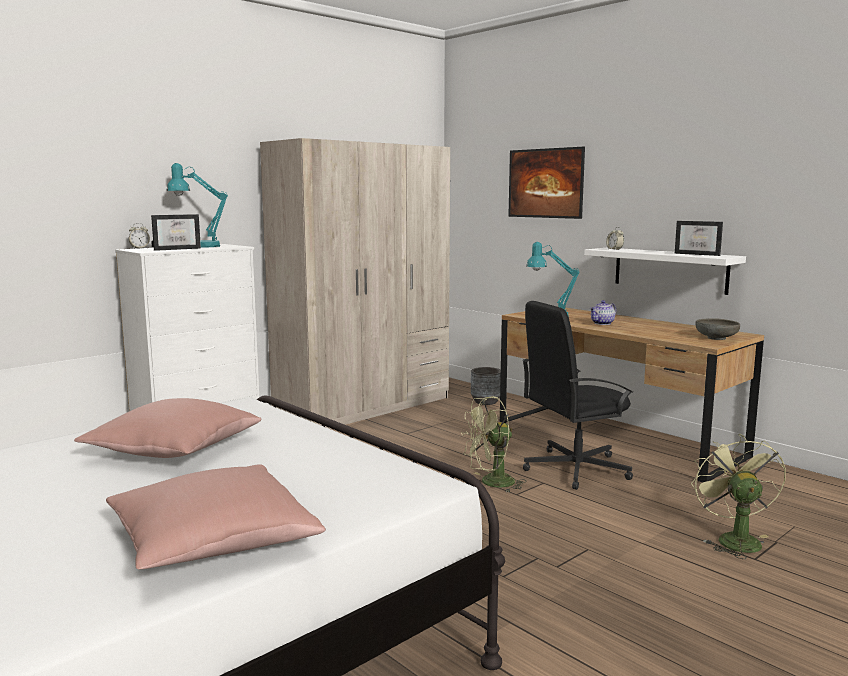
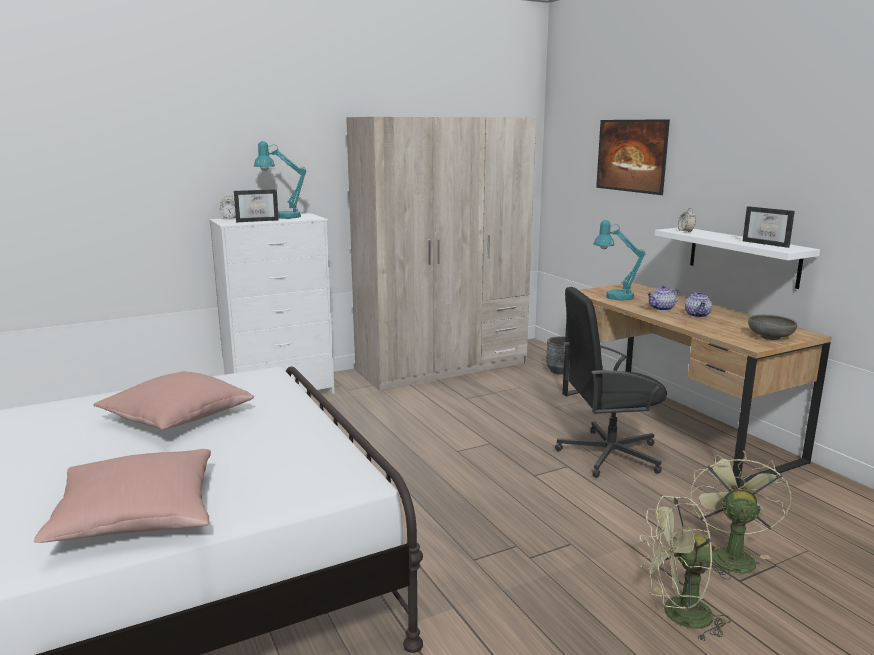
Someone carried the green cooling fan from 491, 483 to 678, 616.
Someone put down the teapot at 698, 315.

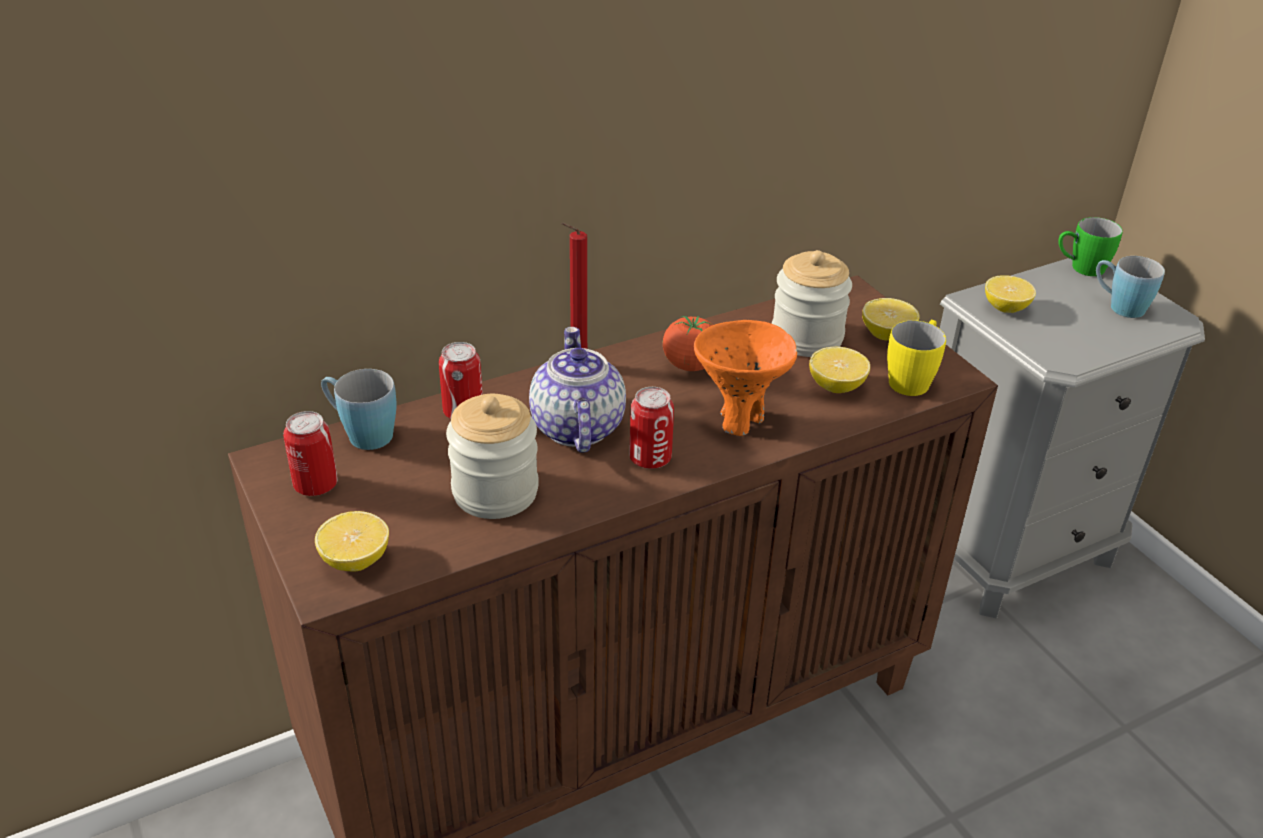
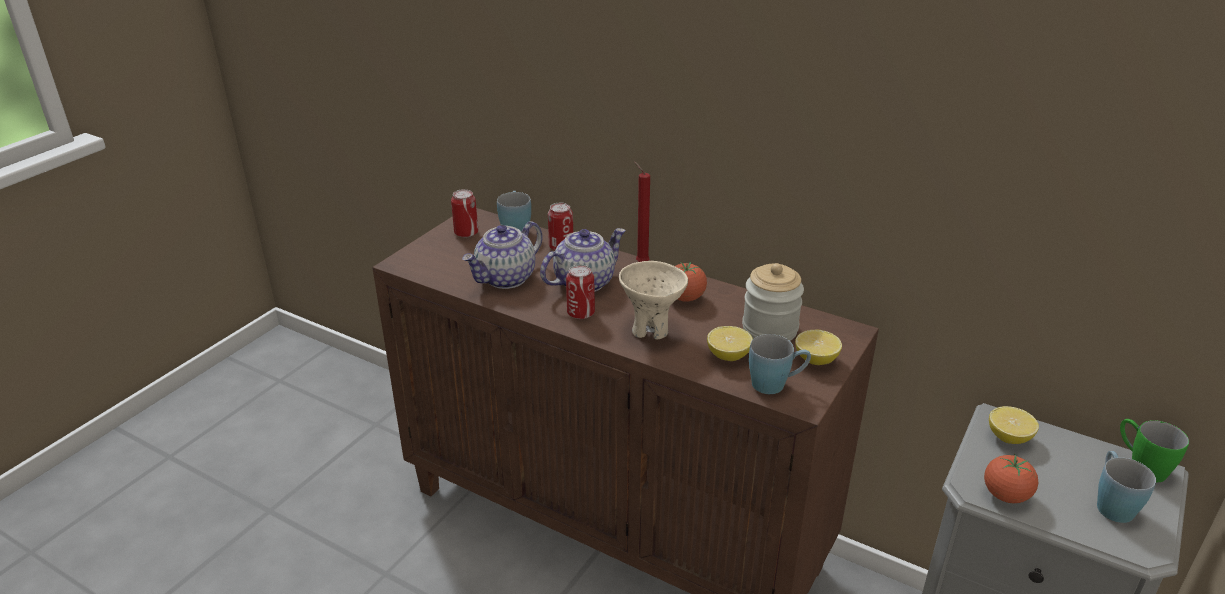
Someone repainted the orange-coloured serving bowl at 739, 419, which became the beige-coloured serving bowl at 650, 331.
Someone repainted the yellow tea mug at 912, 378, which became the blue tea mug at 776, 384.
Someone swapped the preserve jar at 495, 492 for the teapot at 506, 278.
Someone took away the lemon at 355, 560.
Someone put down the whole tomato at 1005, 495.

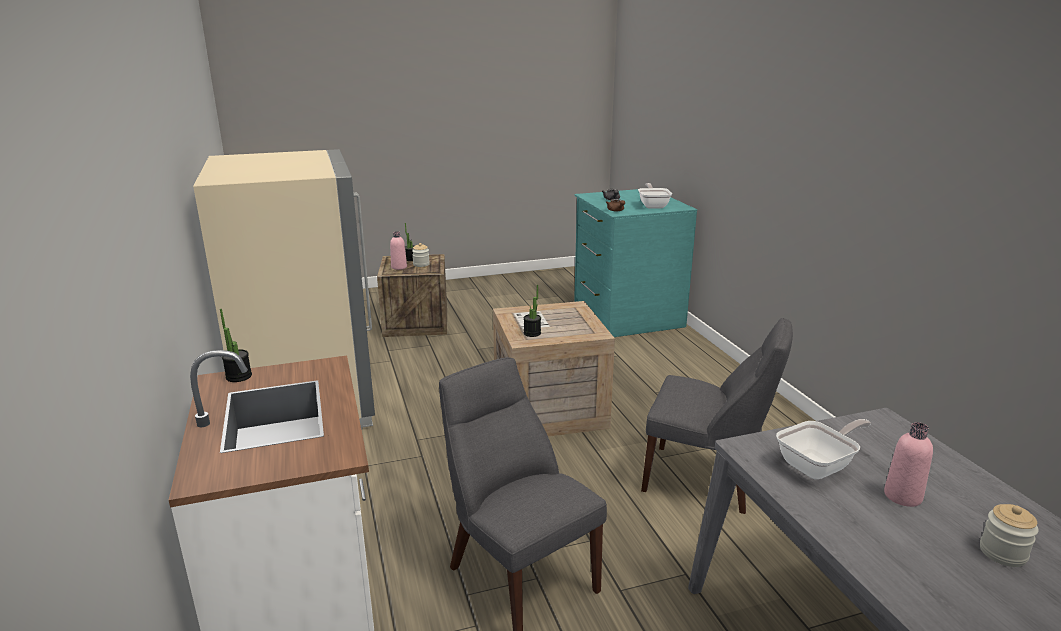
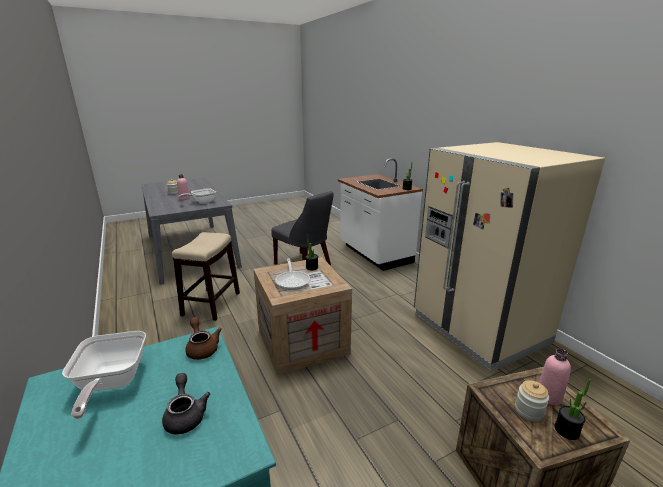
Someone swapped the gray plain chair at 705, 480 for the stool at 211, 303.
Someone put down the skillet at 292, 281.

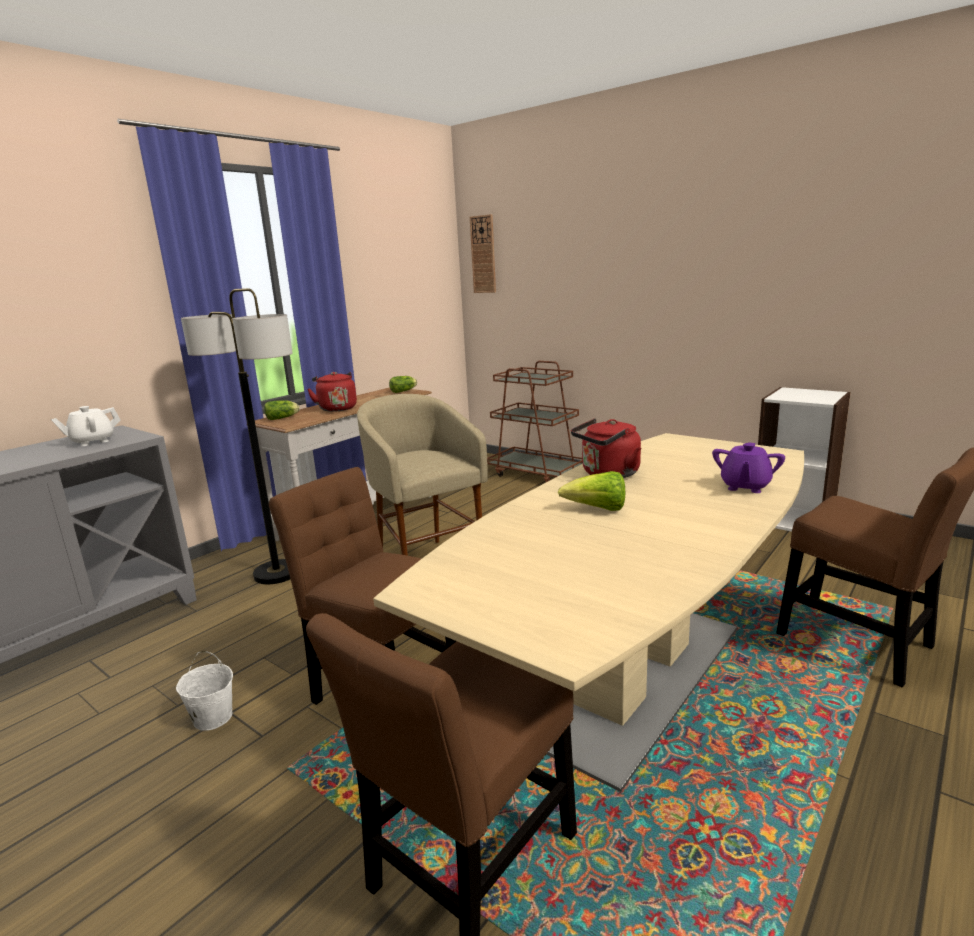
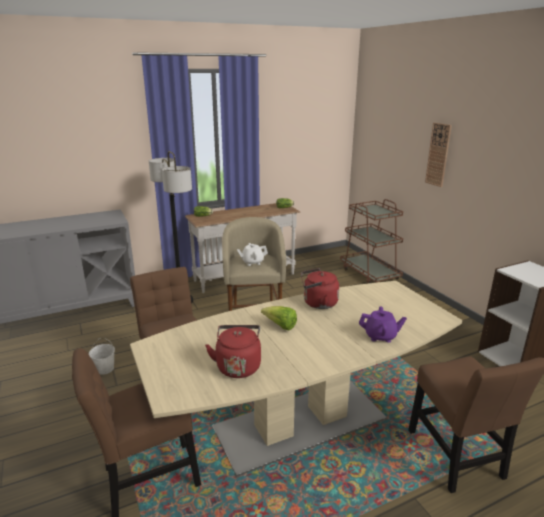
Someone carried the hanging clock from 483, 254 to 438, 154.
Someone carried the reddish kettle from 336, 408 to 238, 366.
Someone carried the white teapot from 92, 441 to 252, 262.
Someone rotated the purple teapot at 745, 487 by 135 degrees counterclockwise.

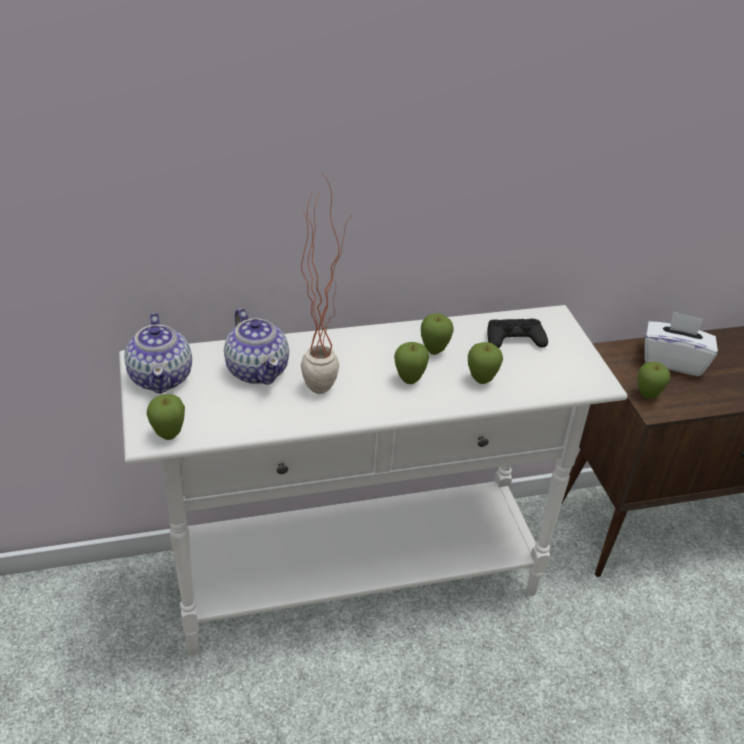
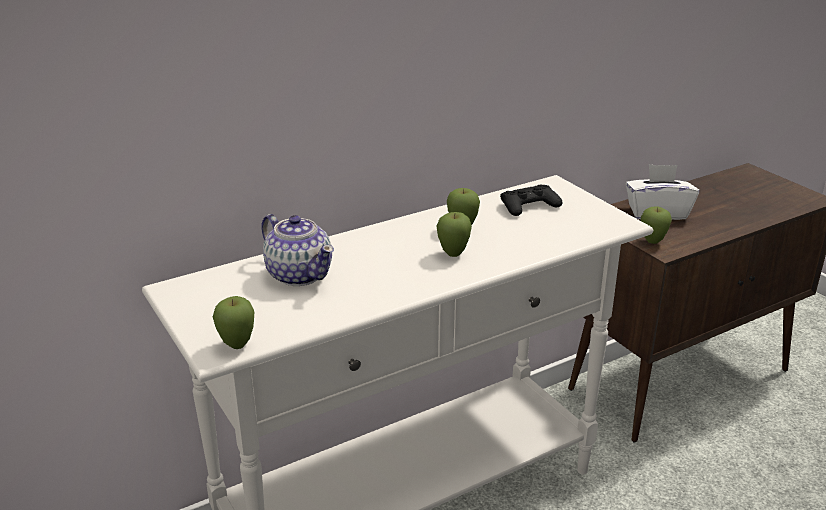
Someone took away the plant in a pot at 323, 381.
Someone took away the teapot at 161, 377.
Someone took away the whole apple at 481, 381.

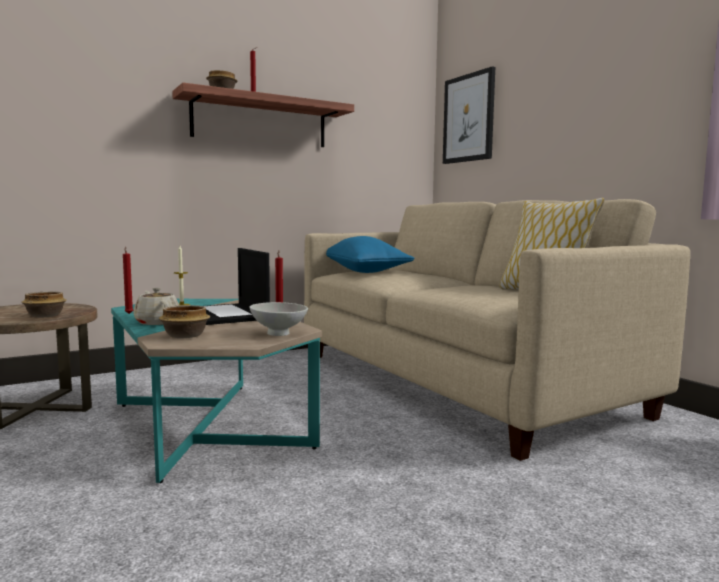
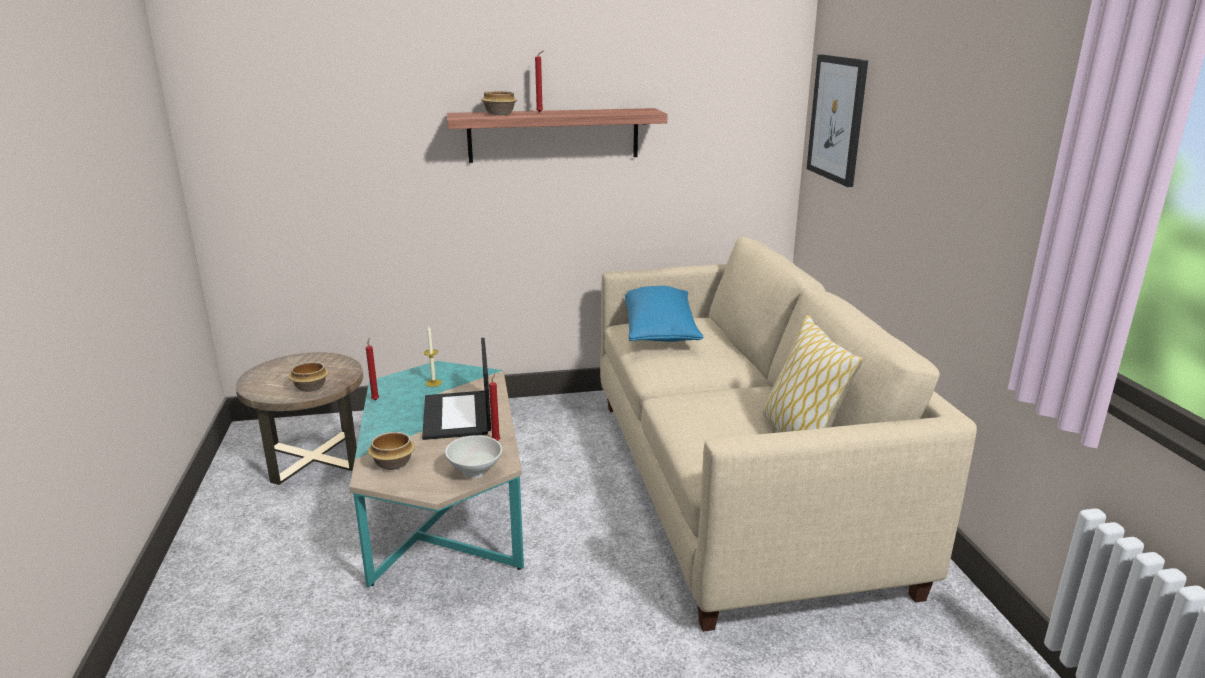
Someone took away the beige-coloured teapot at 157, 322.

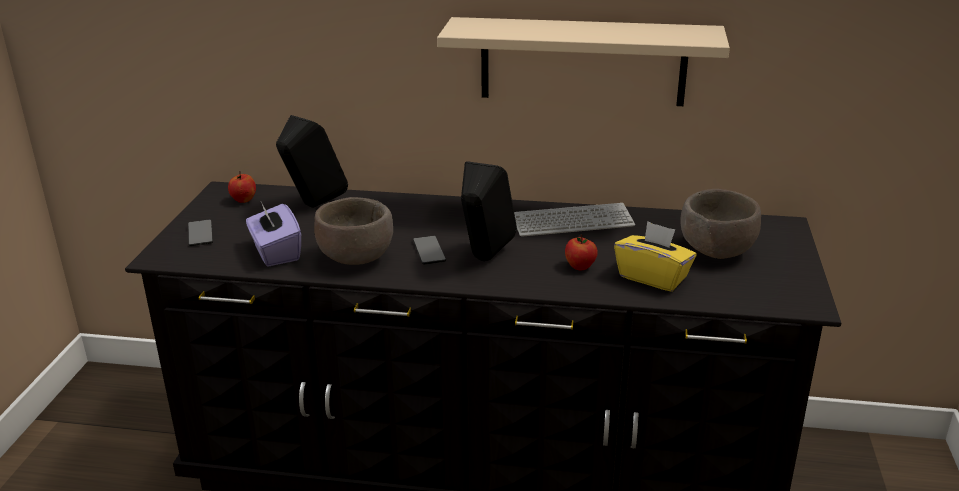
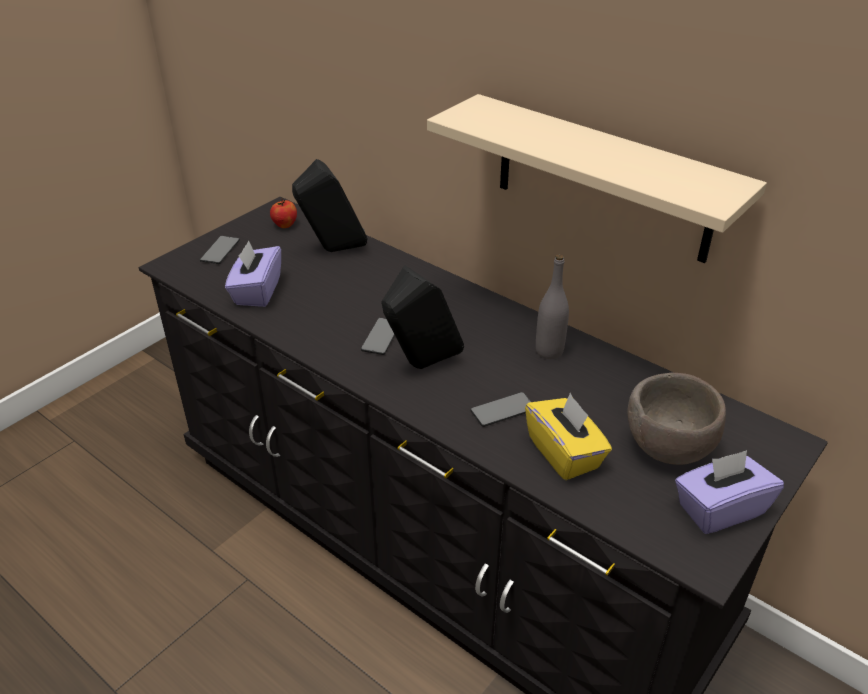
Someone took away the brownish serving bowl at 356, 259.
Someone swapped the keyboard at 572, 222 for the gray bottle at 549, 351.
Someone swapped the whole apple at 580, 267 for the handset at 503, 410.
Someone put down the purple box of tissues at 719, 509.

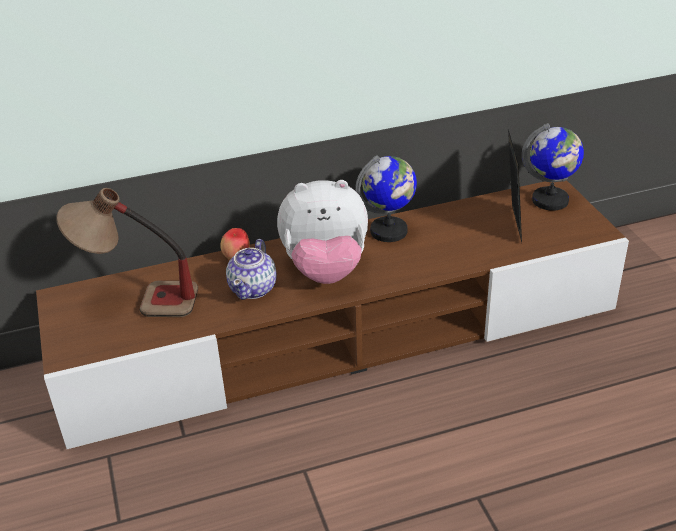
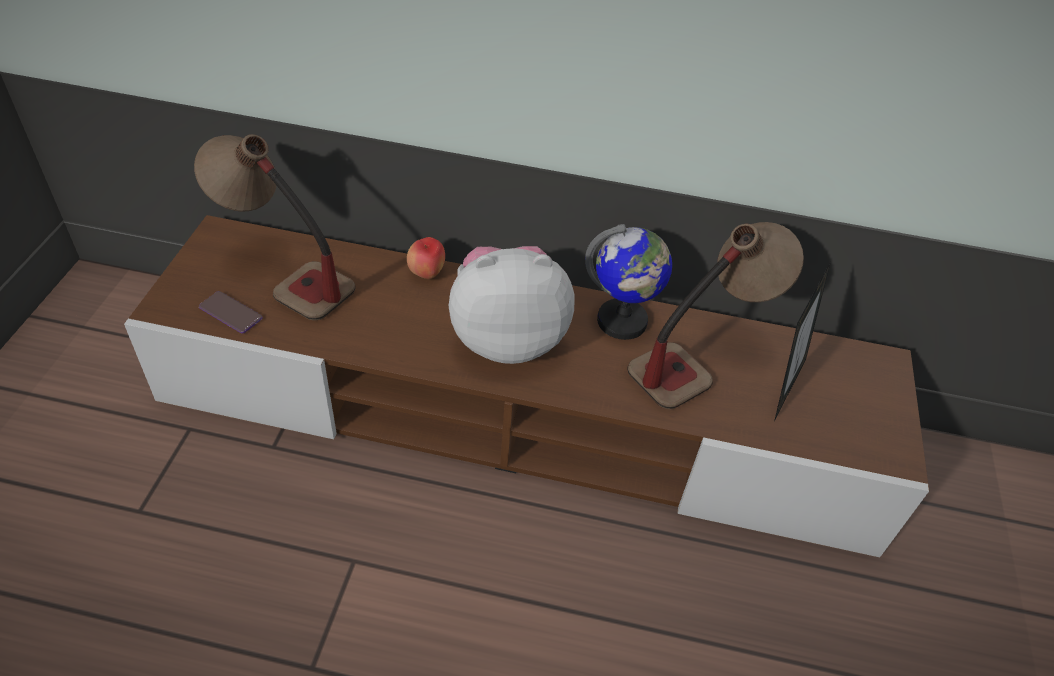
Someone took away the desk globe at 550, 201.
Someone rotated the soft toy at 325, 270 by 150 degrees clockwise.
Someone took away the teapot at 253, 288.
Someone put down the table lamp at 698, 360.
Someone put down the handset at 231, 313.

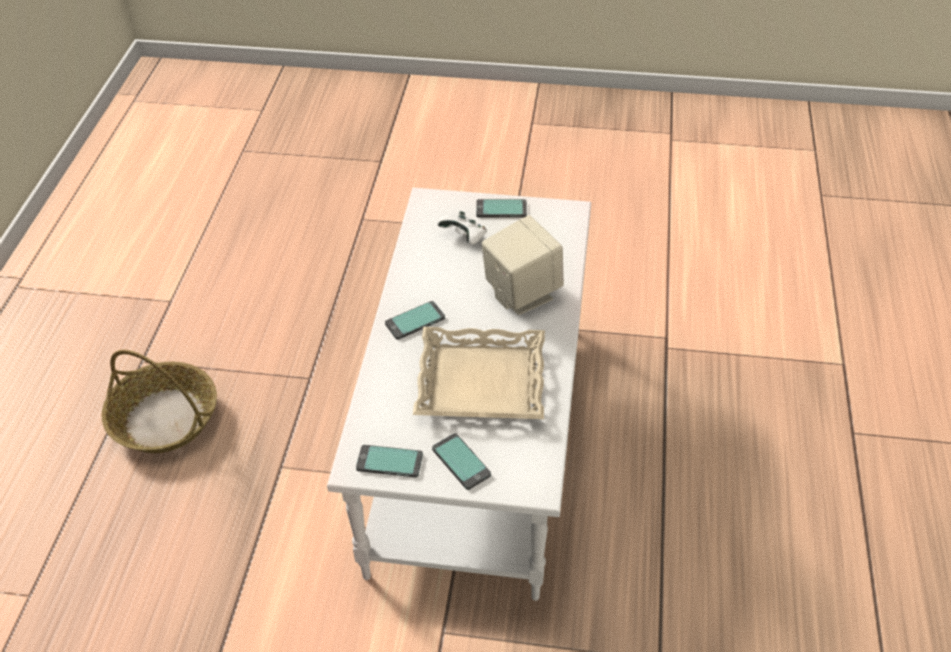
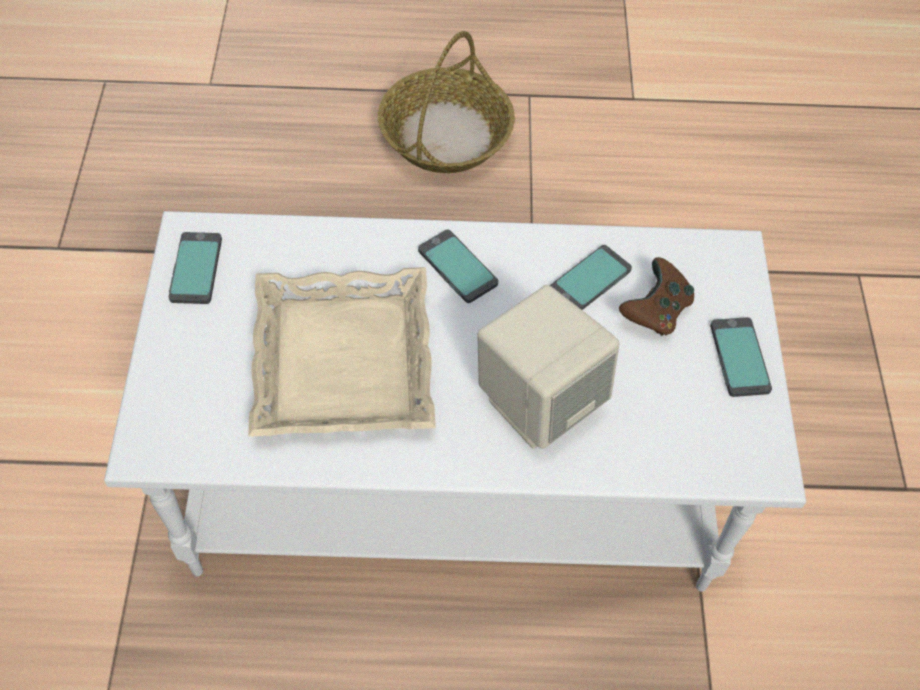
Someone repainted the white joypad at 464, 237, which became the brownish joypad at 655, 311.
Someone carried the handset from 461, 462 to 589, 281.

